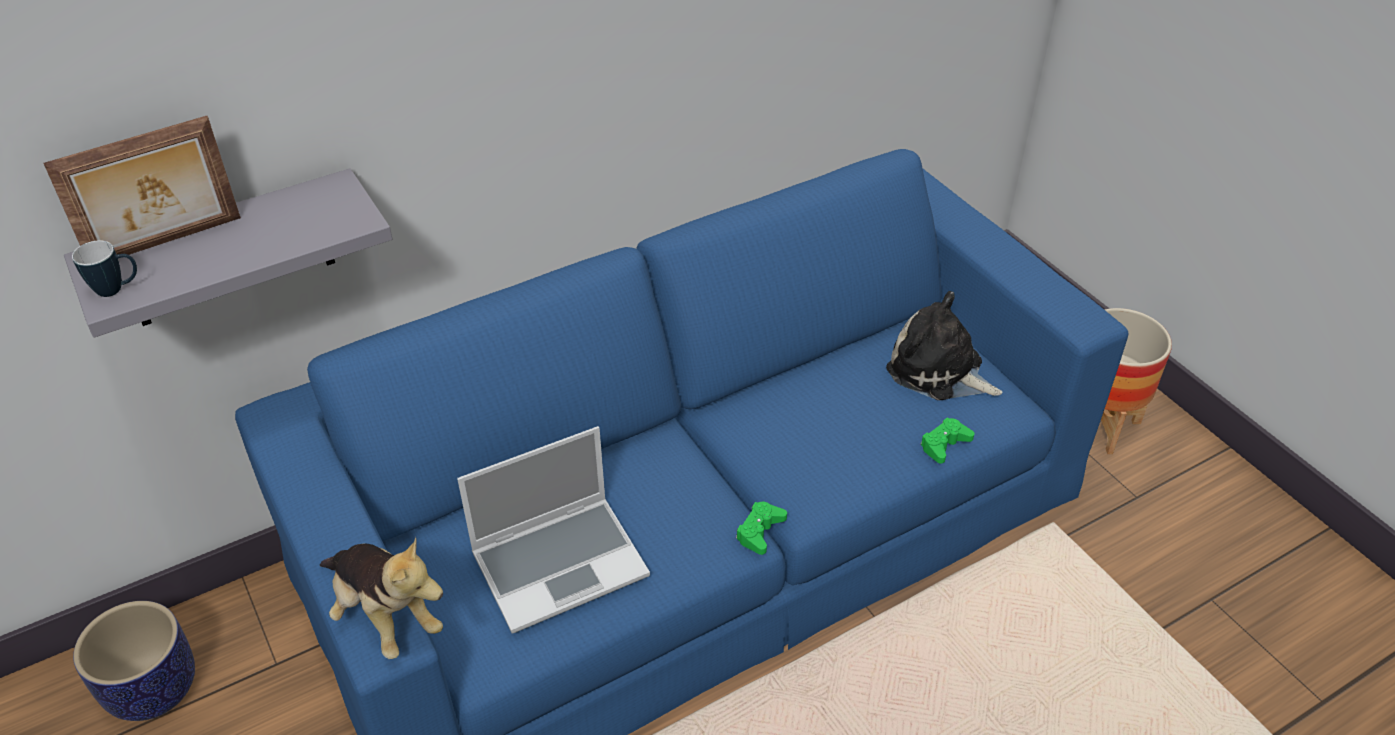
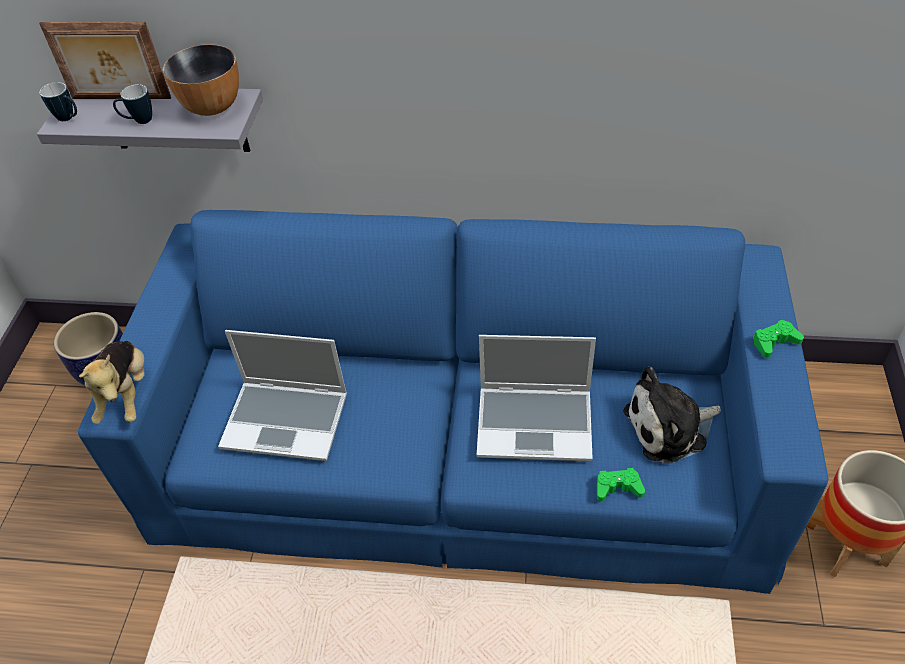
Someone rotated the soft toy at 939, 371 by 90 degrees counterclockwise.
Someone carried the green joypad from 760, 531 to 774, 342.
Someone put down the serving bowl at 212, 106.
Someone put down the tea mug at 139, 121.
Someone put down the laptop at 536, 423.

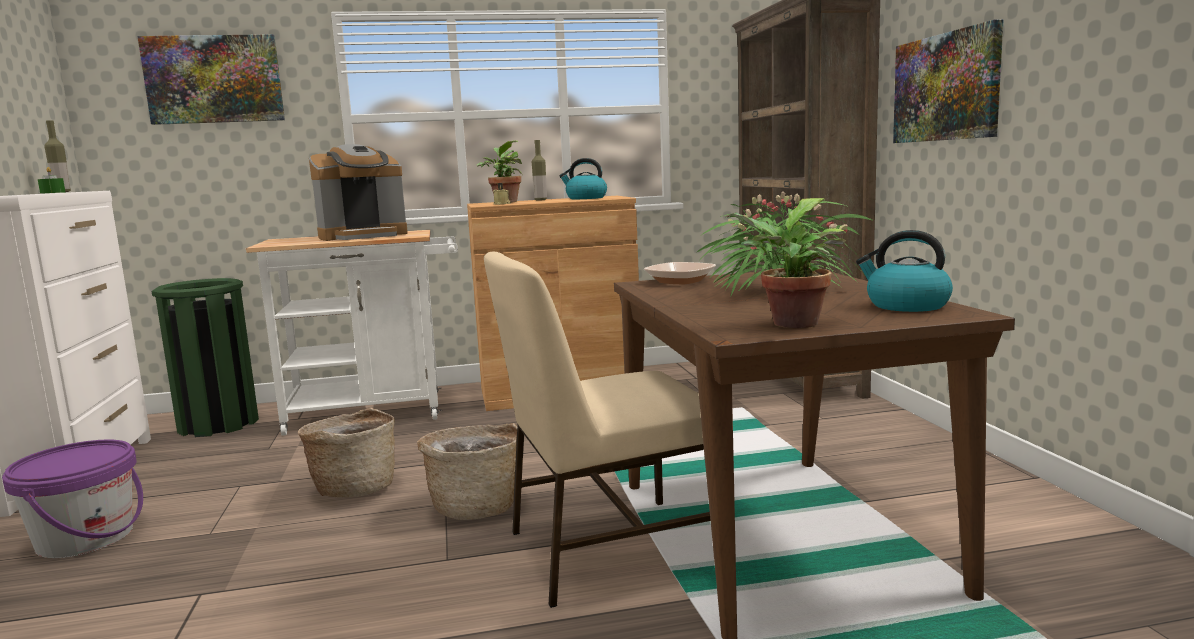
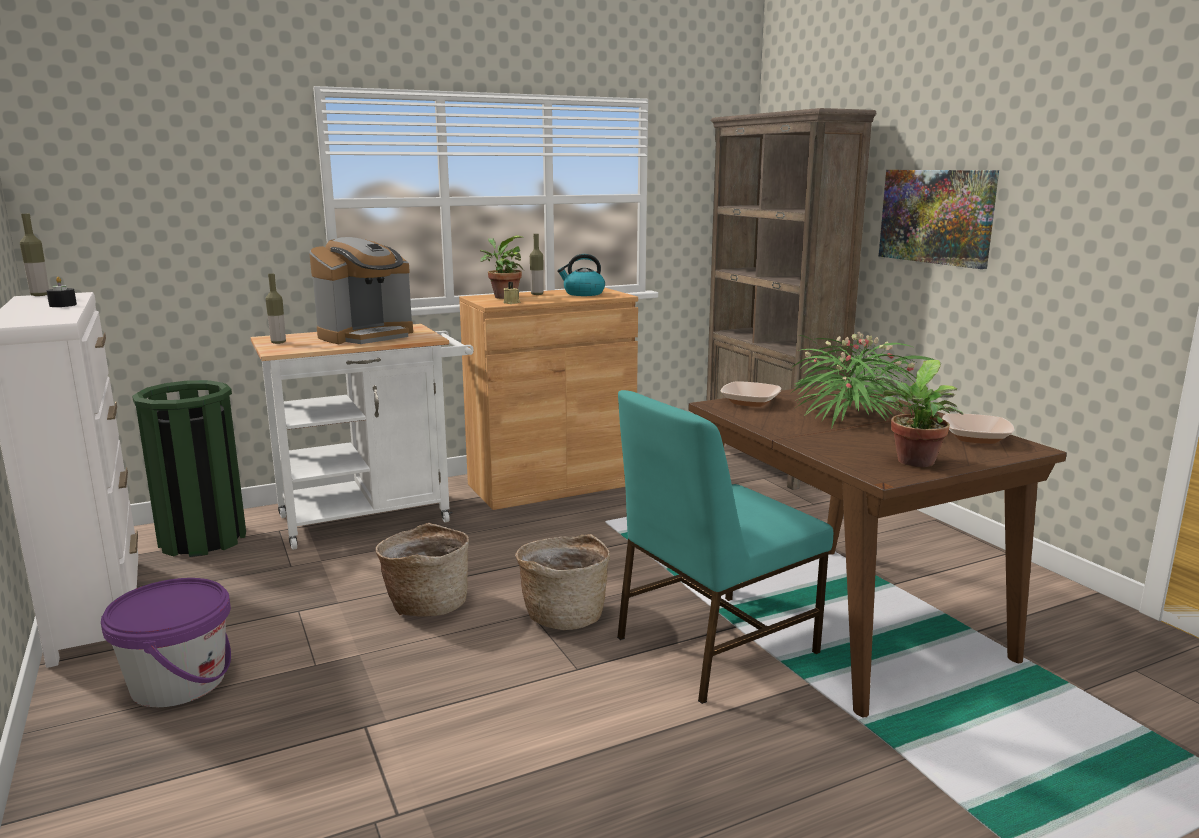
Someone took away the picture at 214, 79.
Someone repainted the green wax light at 53, 192, which became the blackish wax light at 63, 305.
Someone swapped the kettle at 906, 306 for the serving bowl at 975, 437.
Someone repainted the beige-coloured plain chair at 607, 549, which became the turquoise plain chair at 712, 646.
Someone put down the bottle at 278, 342.

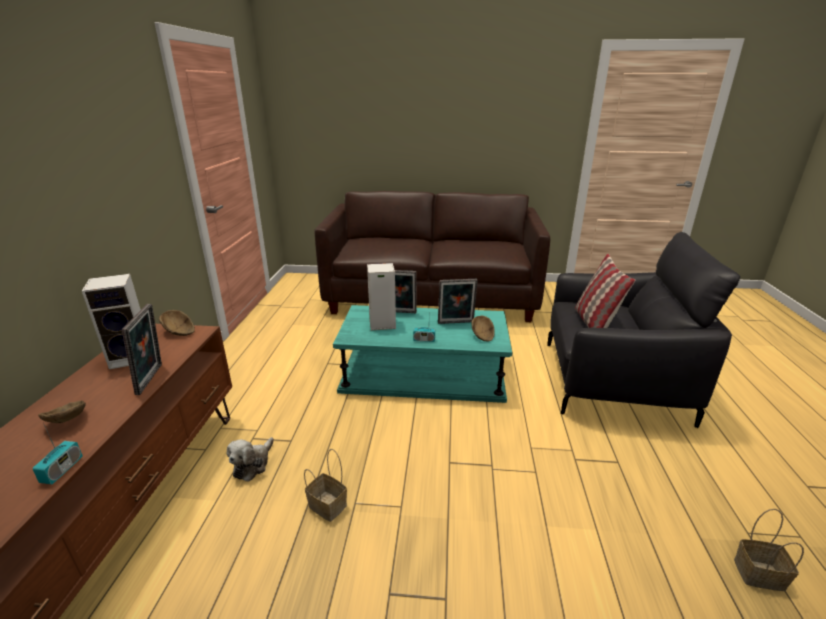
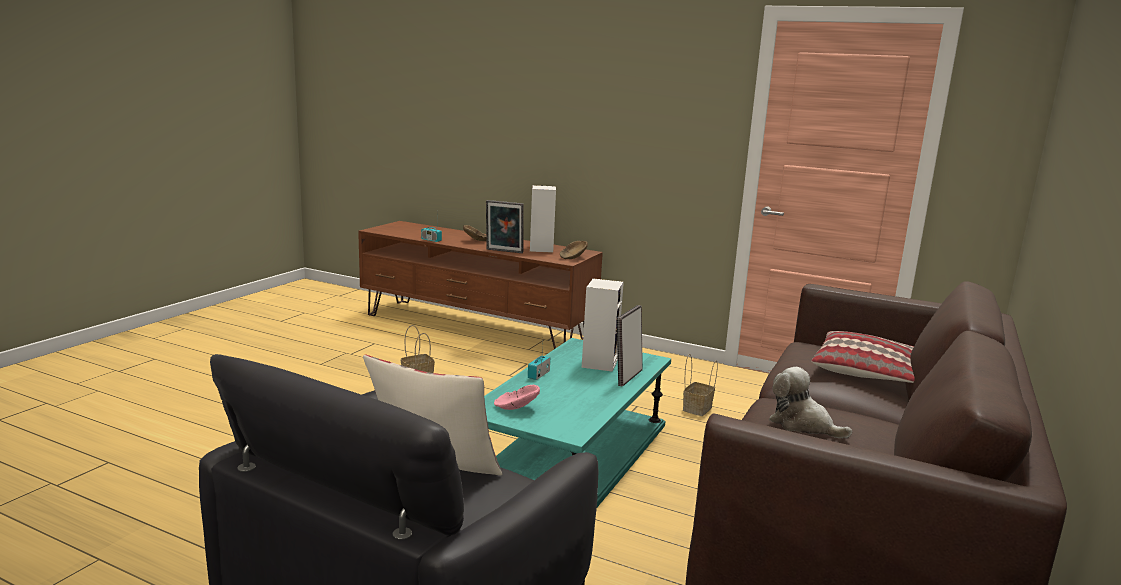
Someone took away the picture frame at 456, 323.
Someone repainted the brownish serving bowl at 482, 336, which became the pink-coloured serving bowl at 515, 407.
Someone carried the soft toy from 252, 464 to 802, 424.
Someone carried the household basket from 758, 575 to 697, 408.
Someone put down the throw pillow at 868, 371.

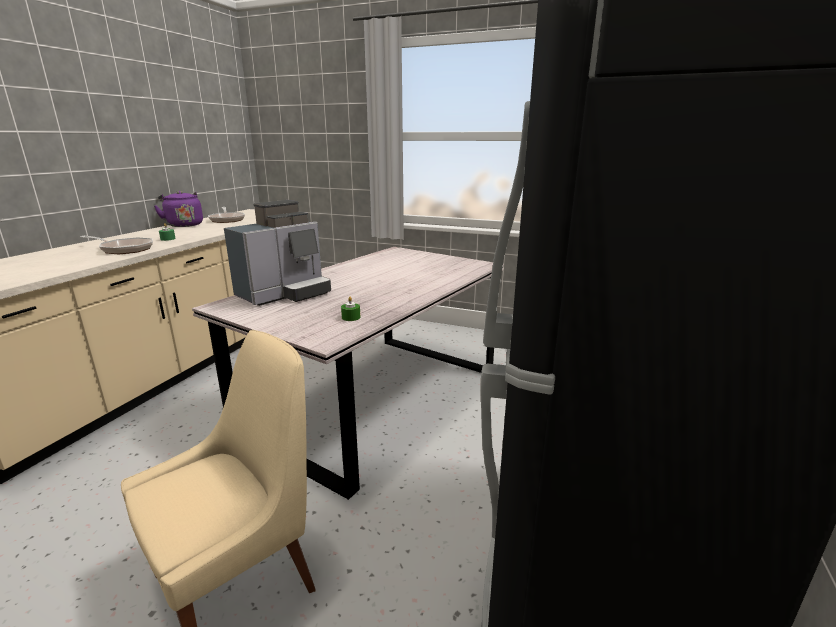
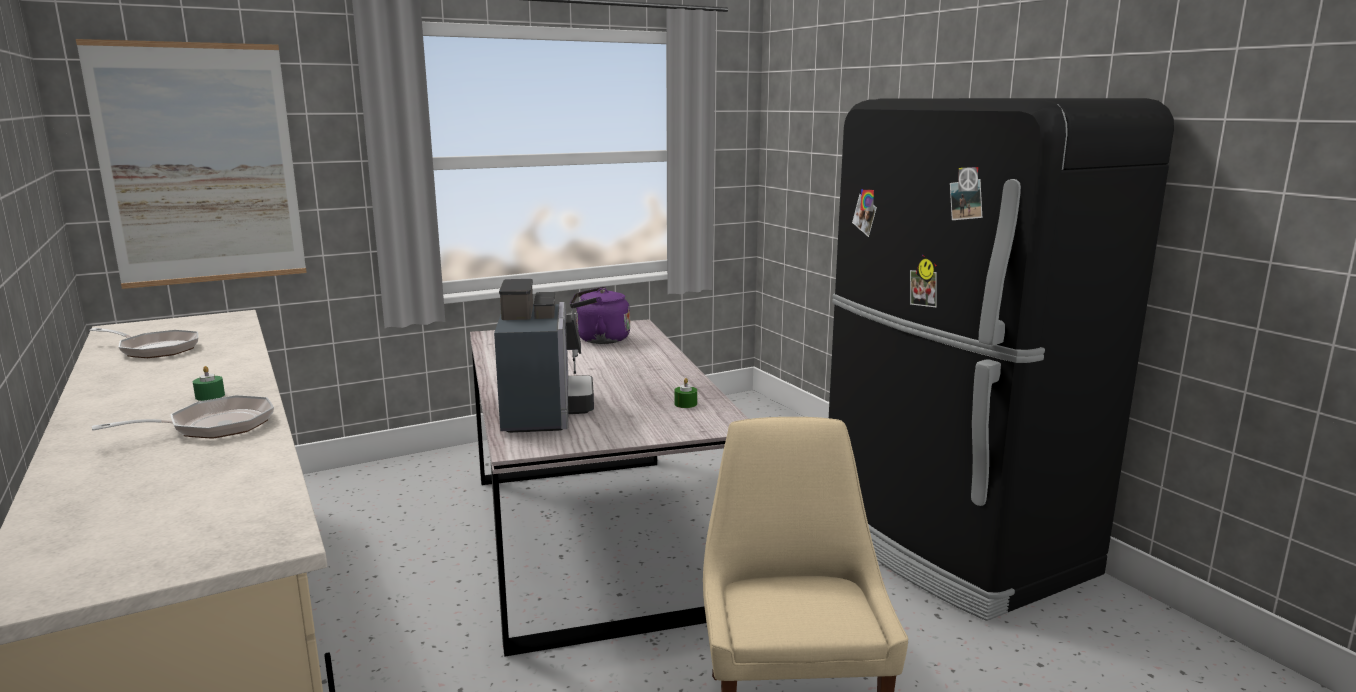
Someone carried the purple kettle from 184, 225 to 599, 339.
Someone put up the picture at 200, 165.

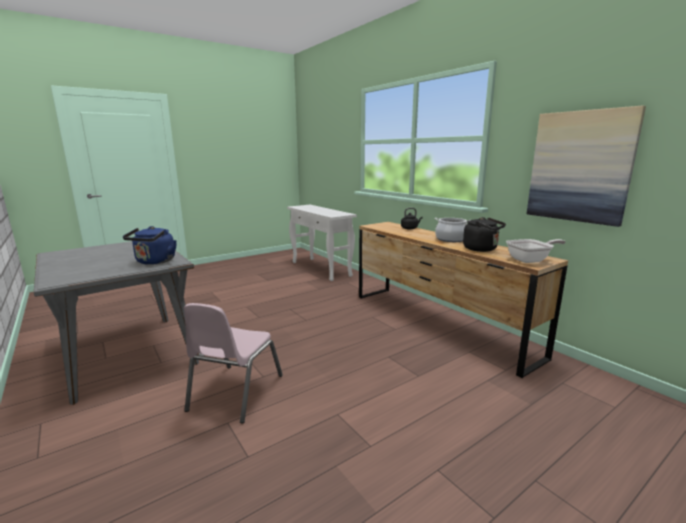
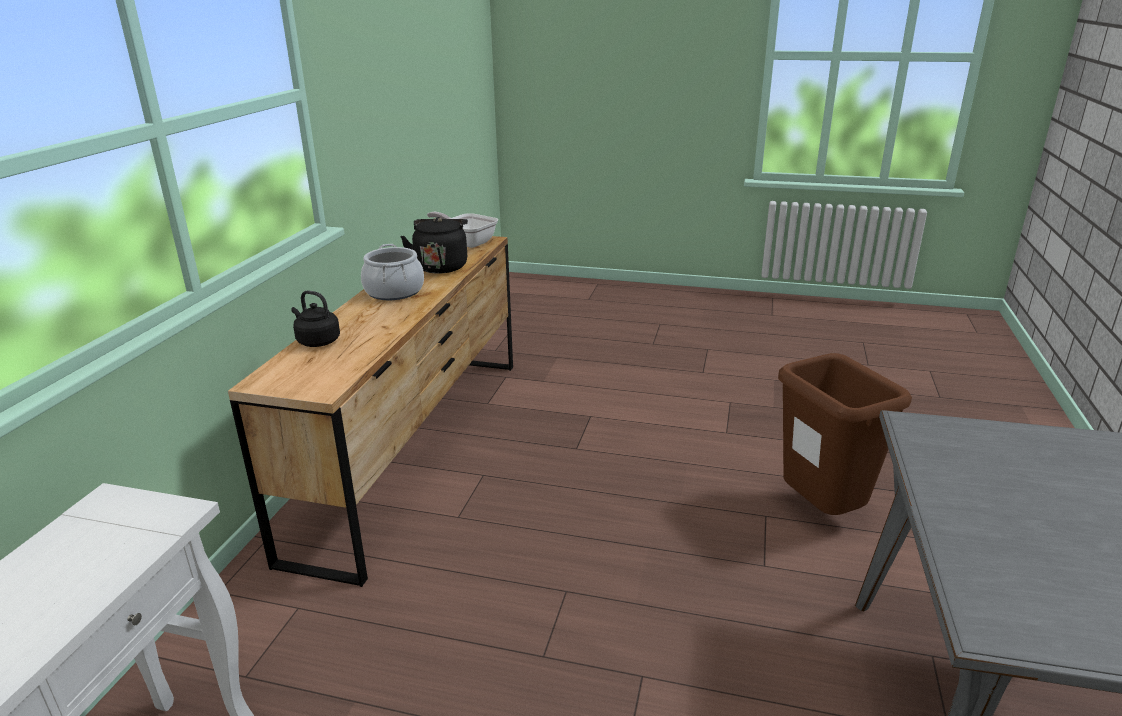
Someone took away the picture at 580, 167.
Someone took away the blue kettle at 154, 262.
Someone swapped the pink-coloured plain chair at 235, 392 for the brownish waste bin at 821, 514.

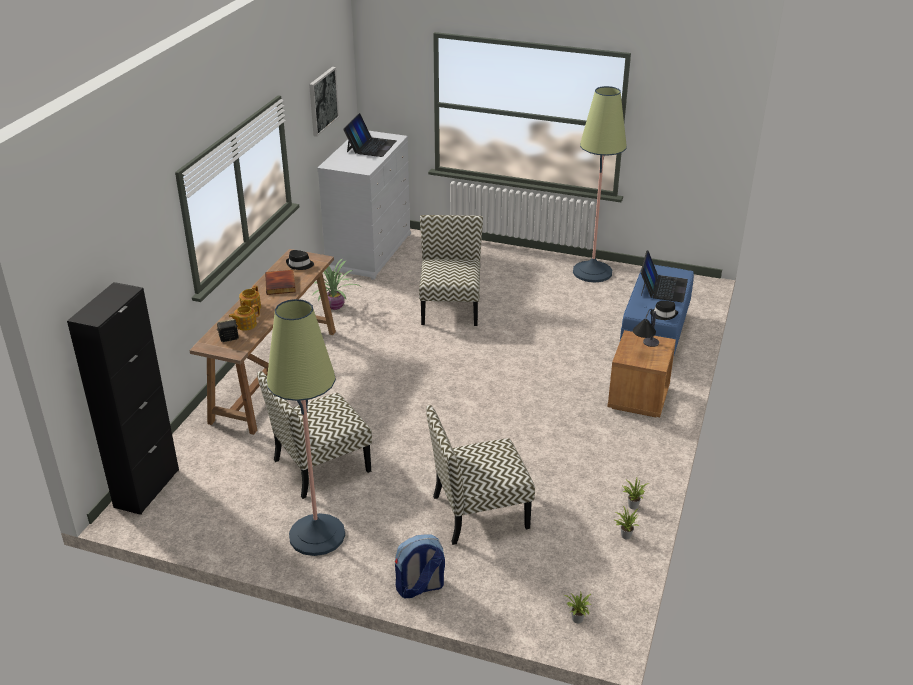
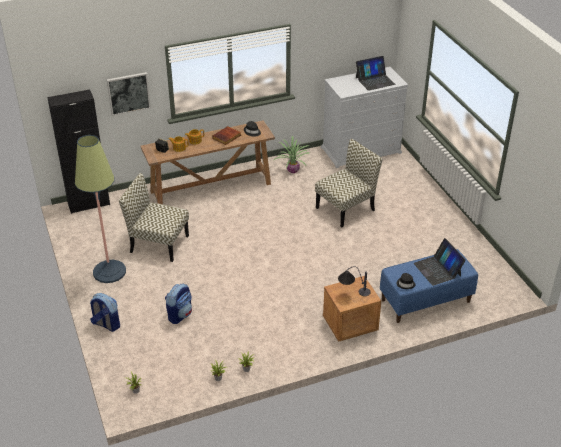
Someone carried the picture from 322, 101 to 128, 93.
Someone took away the standard lamp at 592, 272.
Someone rotated the laptop at 663, 287 by 90 degrees clockwise.
Someone swapped the plain chair at 478, 512 for the knapsack at 180, 315.

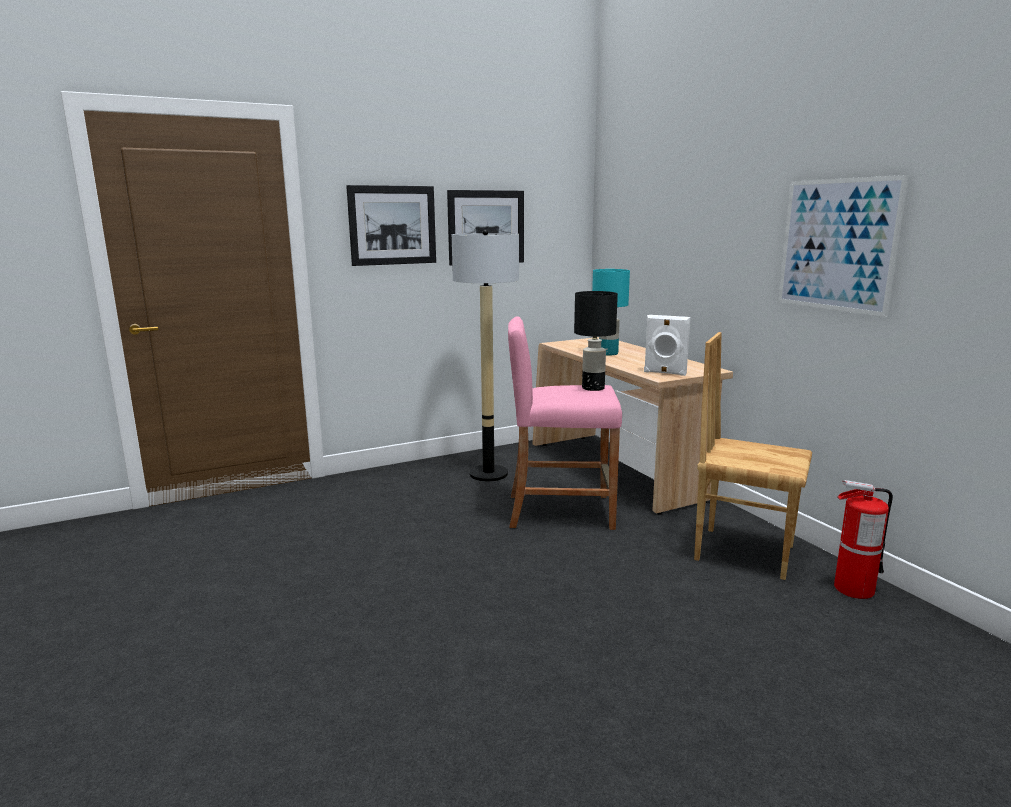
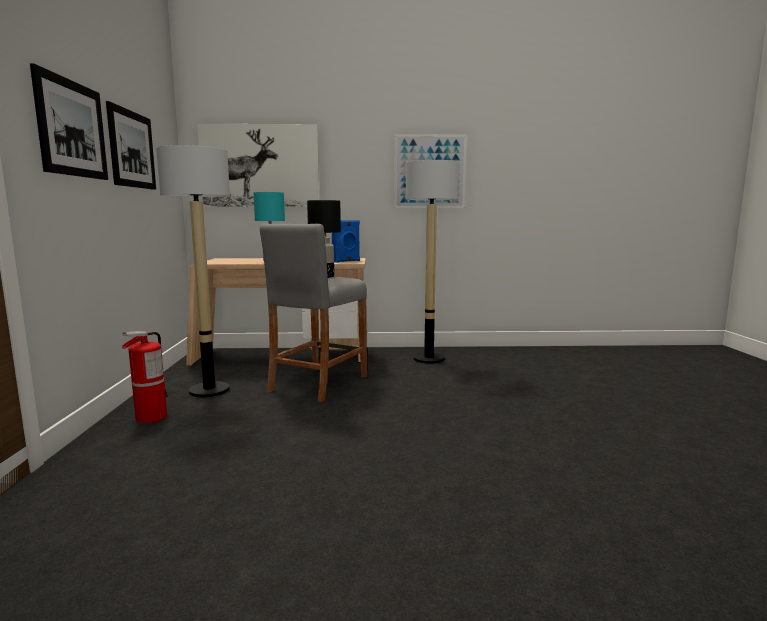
Someone repainted the white speaker at 664, 373, which became the blue speaker at 346, 261.
Someone repainted the pink-coloured stool at 560, 511, which became the gray stool at 318, 383.
Someone swapped the brownish plain chair at 743, 552 for the standard lamp at 428, 359.
Someone carried the fire-fighting cylinder from 853, 589 to 151, 418.
Someone put up the picture at 260, 166.

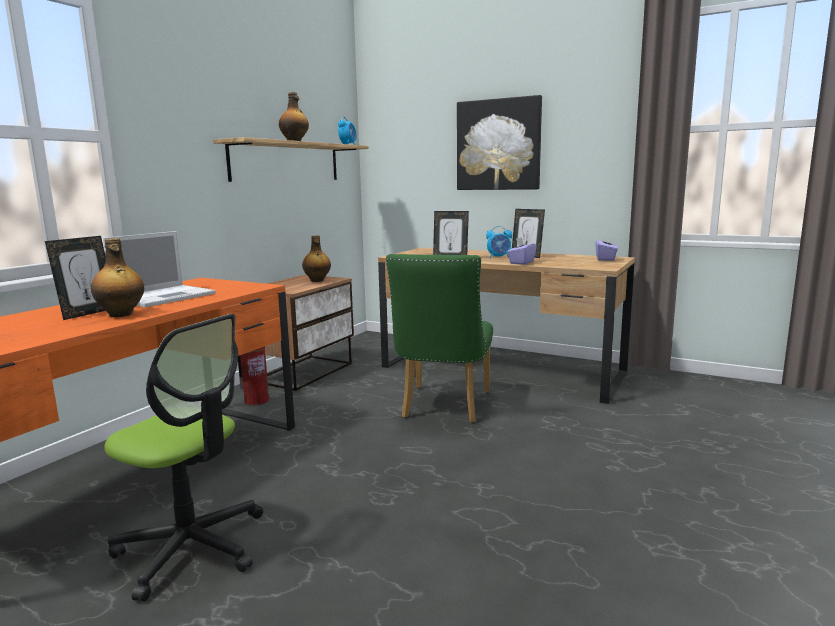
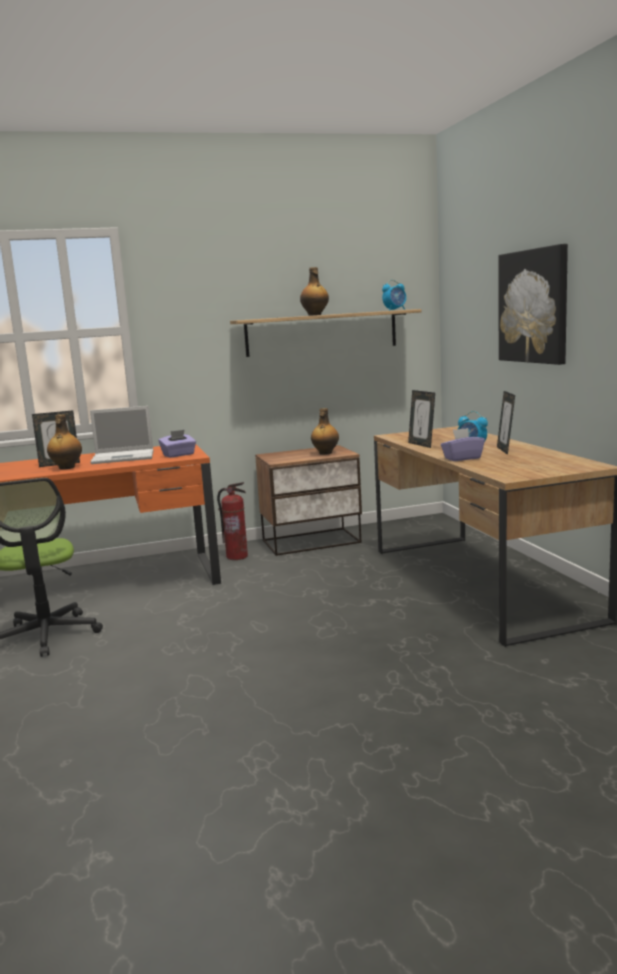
Someone carried the purple box of tissues from 605, 259 to 179, 455.
Someone took away the green plain chair at 443, 407.

